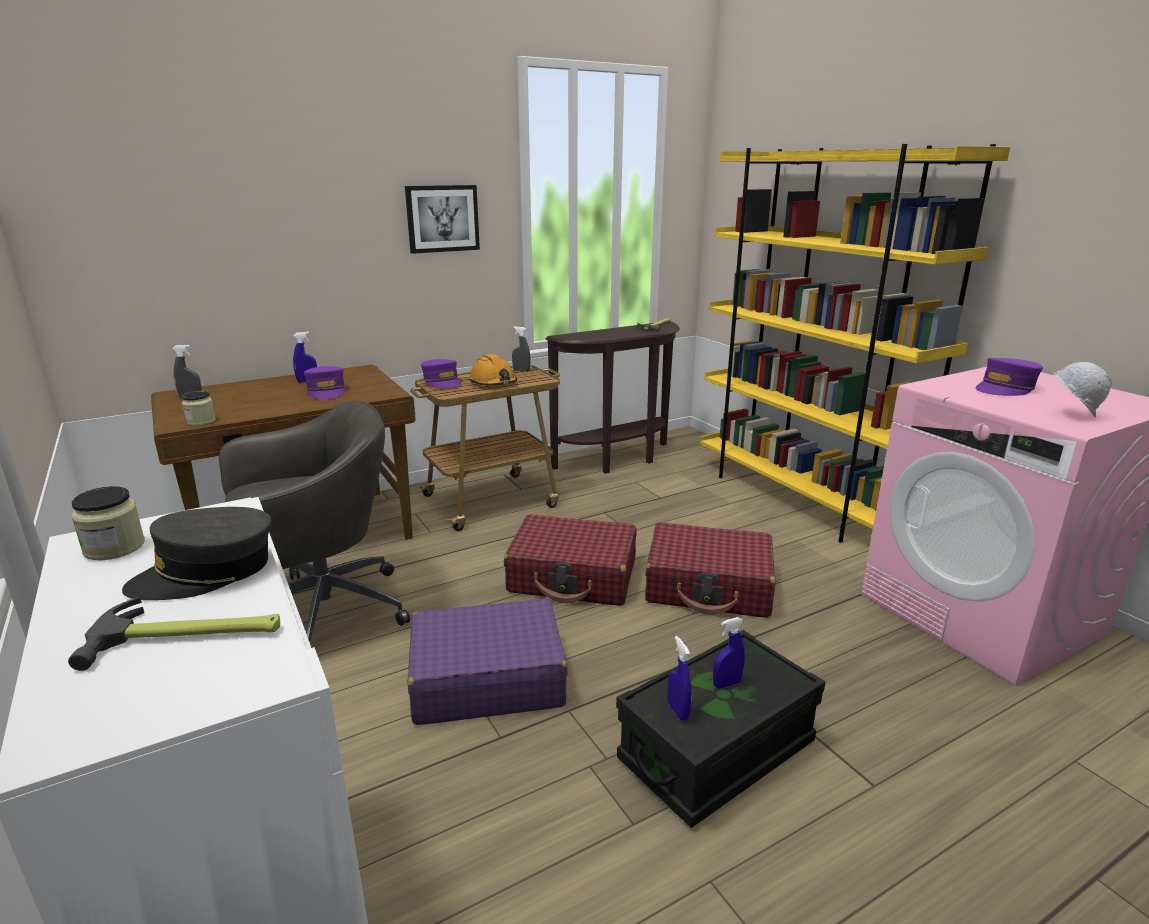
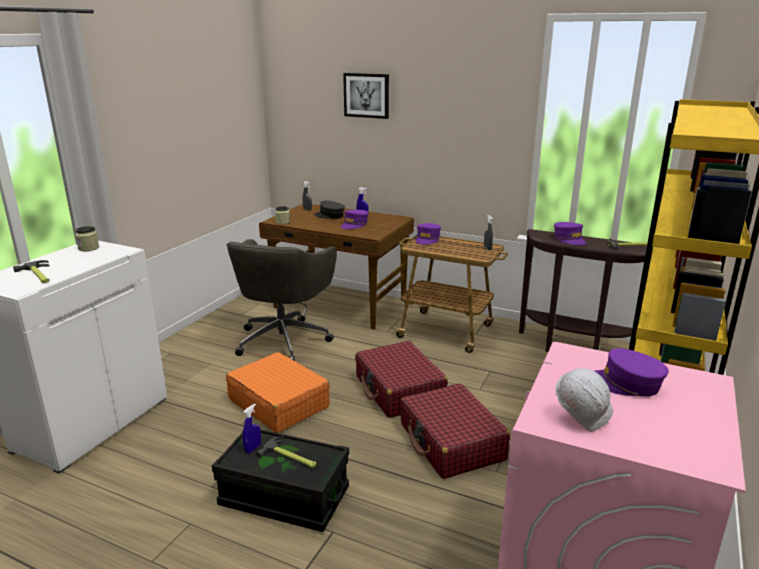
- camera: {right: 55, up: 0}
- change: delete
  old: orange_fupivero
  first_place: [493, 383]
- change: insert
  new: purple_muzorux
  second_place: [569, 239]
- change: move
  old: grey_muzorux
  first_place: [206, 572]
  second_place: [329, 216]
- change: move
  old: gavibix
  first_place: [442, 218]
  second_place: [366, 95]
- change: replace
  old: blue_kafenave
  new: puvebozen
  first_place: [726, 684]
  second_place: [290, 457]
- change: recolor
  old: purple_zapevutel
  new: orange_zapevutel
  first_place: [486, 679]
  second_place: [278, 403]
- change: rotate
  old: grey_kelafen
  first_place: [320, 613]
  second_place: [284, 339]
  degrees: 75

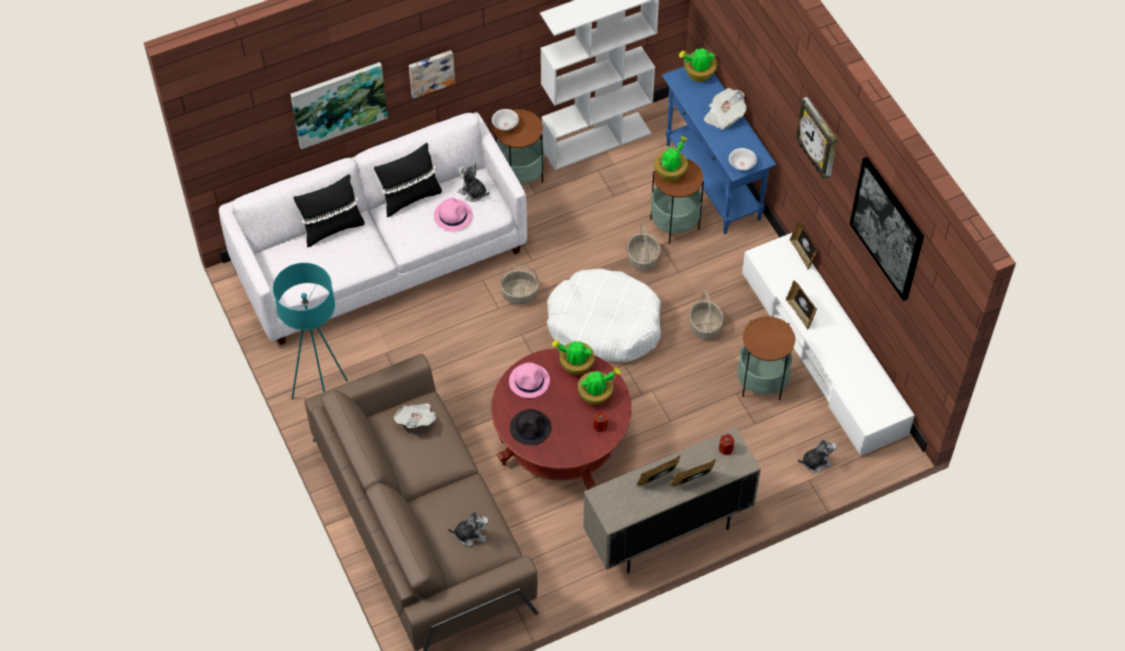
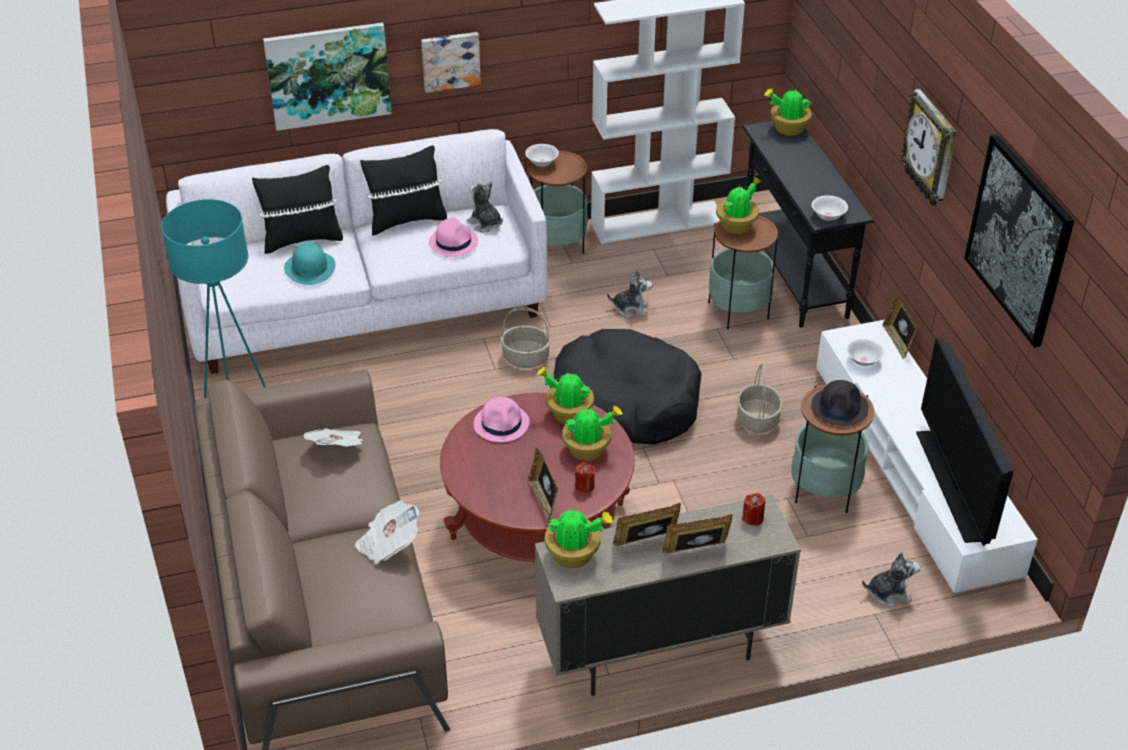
- camera: {right: 10, up: -15}
- change: delete
  old: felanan
  first_place: [643, 259]
- change: insert
  new: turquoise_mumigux
  second_place: [309, 267]
- change: insert
  new: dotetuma
  second_place: [574, 555]
- change: insert
  new: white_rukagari
  second_place: [863, 361]
- change: insert
  new: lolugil
  second_place: [953, 485]
- change: move
  old: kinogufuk
  first_place: [470, 534]
  second_place: [630, 308]
- change: move
  old: black_mumigux
  first_place: [530, 427]
  second_place: [840, 407]
- change: move
  old: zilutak
  first_place: [724, 116]
  second_place: [388, 544]
- change: move
  old: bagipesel
  first_place: [800, 313]
  second_place: [543, 500]
- change: recolor
  old: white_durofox
  new: black_durofox
  first_place: [604, 325]
  second_place: [626, 402]
- change: recolor
  old: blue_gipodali
  new: black_gipodali
  first_place: [712, 182]
  second_place: [793, 275]

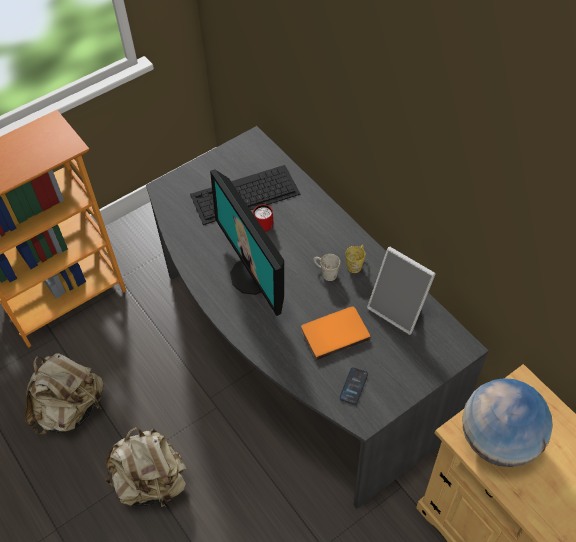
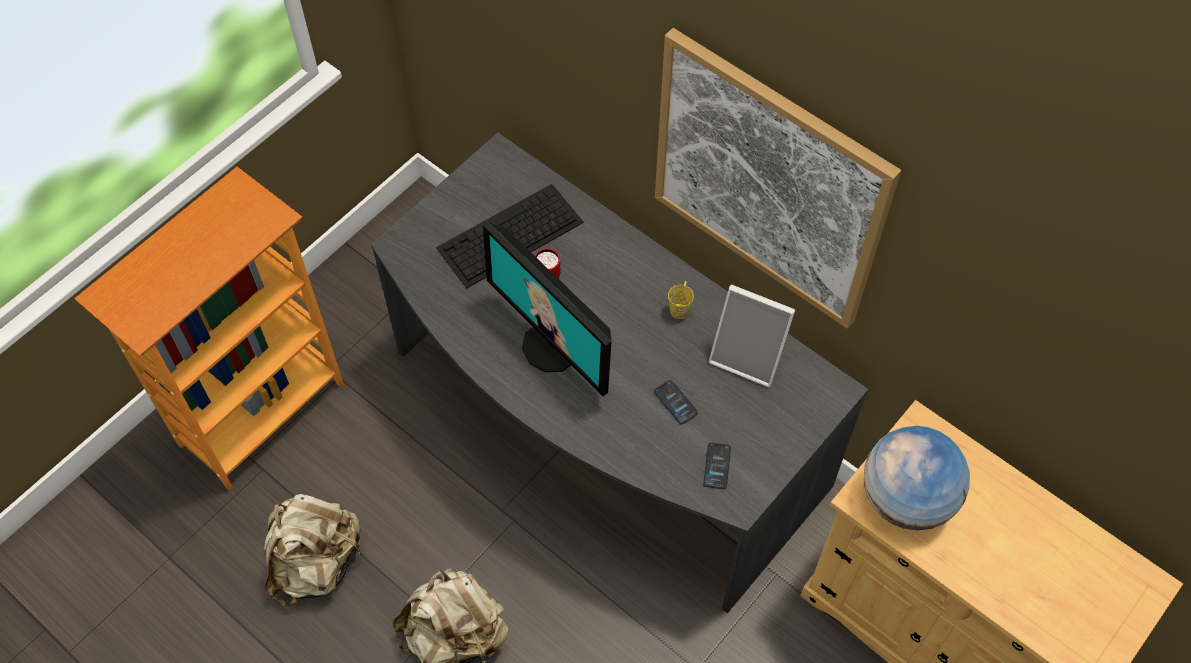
- camera: {right: -15, up: 5}
- change: delete
  old: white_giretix
  first_place: [325, 273]
- change: insert
  new: gavibix
  second_place: [768, 181]
- change: replace
  old: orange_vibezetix
  new: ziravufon
  first_place: [334, 332]
  second_place: [675, 402]

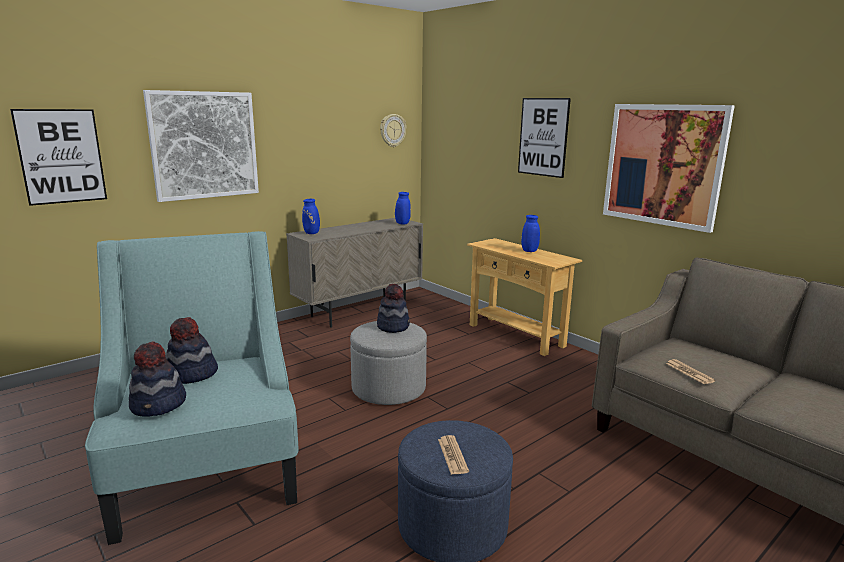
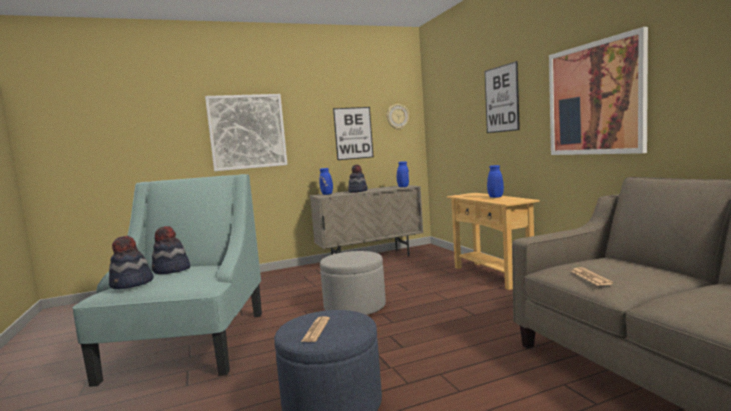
- camera: {right: 20, up: -10}
- change: move
  old: gavibix
  first_place: [61, 156]
  second_place: [353, 133]
- change: move
  old: mumigux
  first_place: [393, 326]
  second_place: [358, 191]

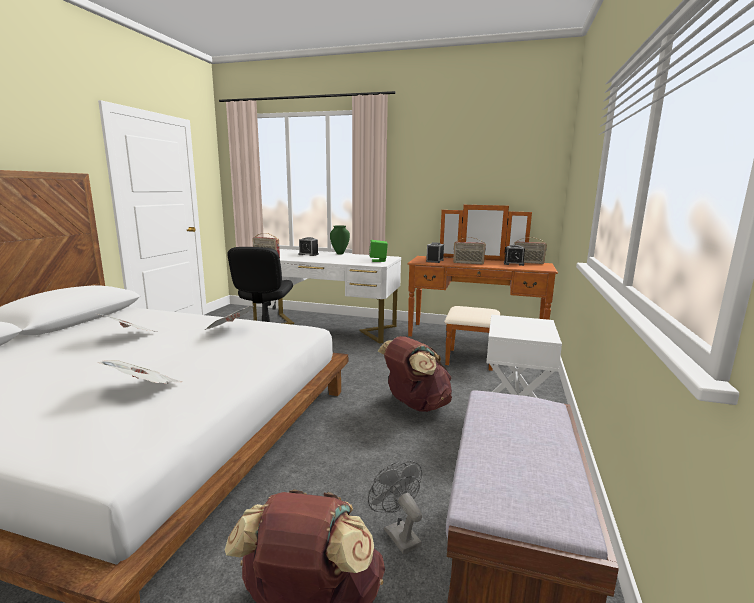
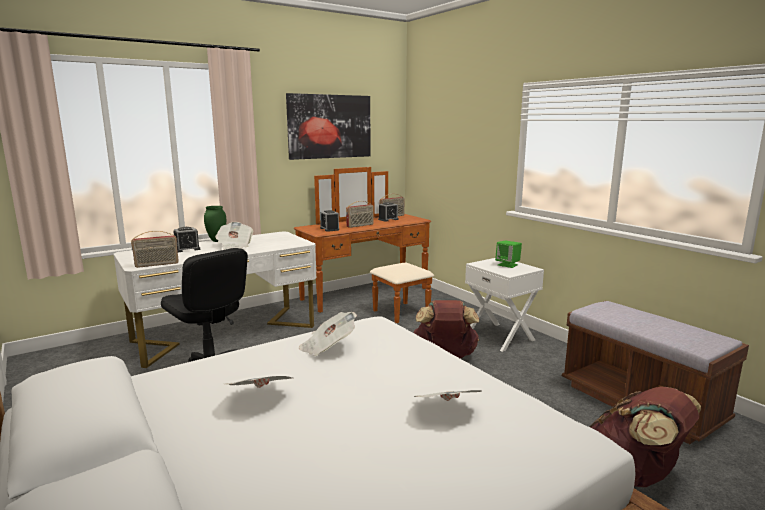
- camera: {right: -50, up: 0}
- change: delete
  old: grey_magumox
  first_place: [398, 534]
- change: insert
  new: zilutak
  second_place: [234, 246]
- change: insert
  new: gavibix
  second_place: [329, 126]
- change: move
  old: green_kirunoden
  first_place: [378, 260]
  second_place: [508, 265]

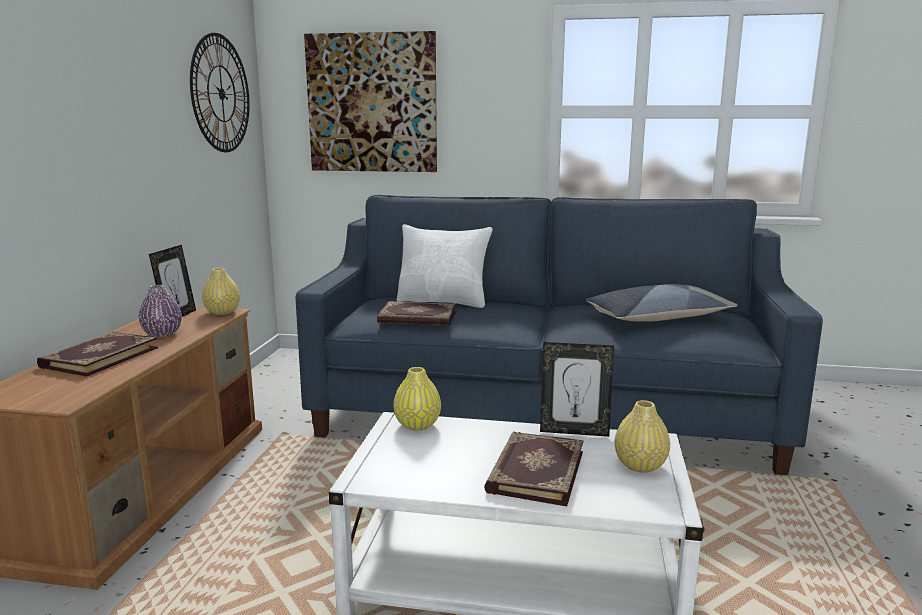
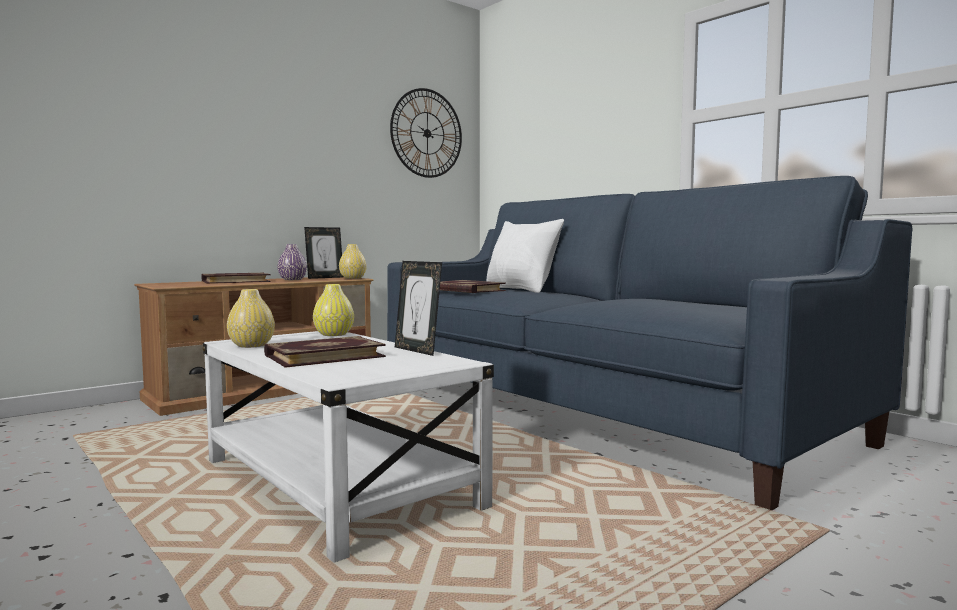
- camera: {right: 40, up: -10}
- change: delete
  old: gavibix
  first_place: [372, 103]
- change: delete
  old: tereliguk
  first_place: [658, 318]
- change: move
  old: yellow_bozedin
  first_place: [640, 465]
  second_place: [251, 345]

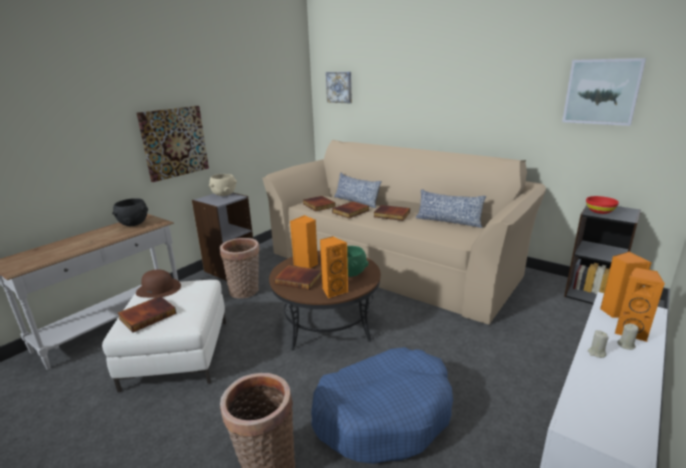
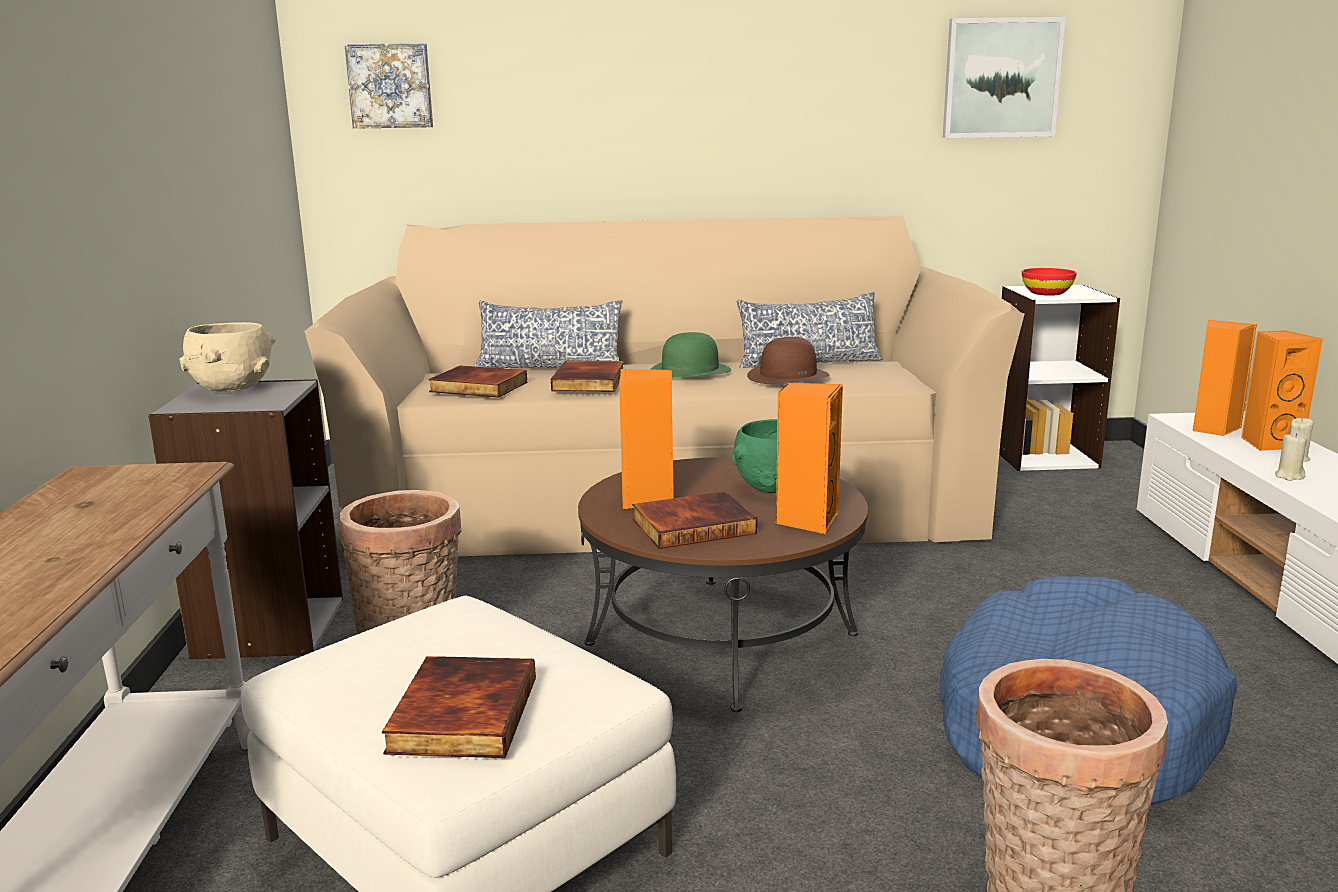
- camera: {right: -40, up: -5}
- change: delete
  old: black_rukagari
  first_place: [134, 224]
- change: delete
  old: gavibix
  first_place: [174, 142]
- change: move
  old: brown_mumigux
  first_place: [159, 289]
  second_place: [788, 375]
- change: replace
  old: vibezetix
  new: green_mumigux
  first_place: [391, 215]
  second_place: [690, 370]
- change: recolor
  old: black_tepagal
  new: white_tepagal
  first_place: [592, 293]
  second_place: [1043, 456]

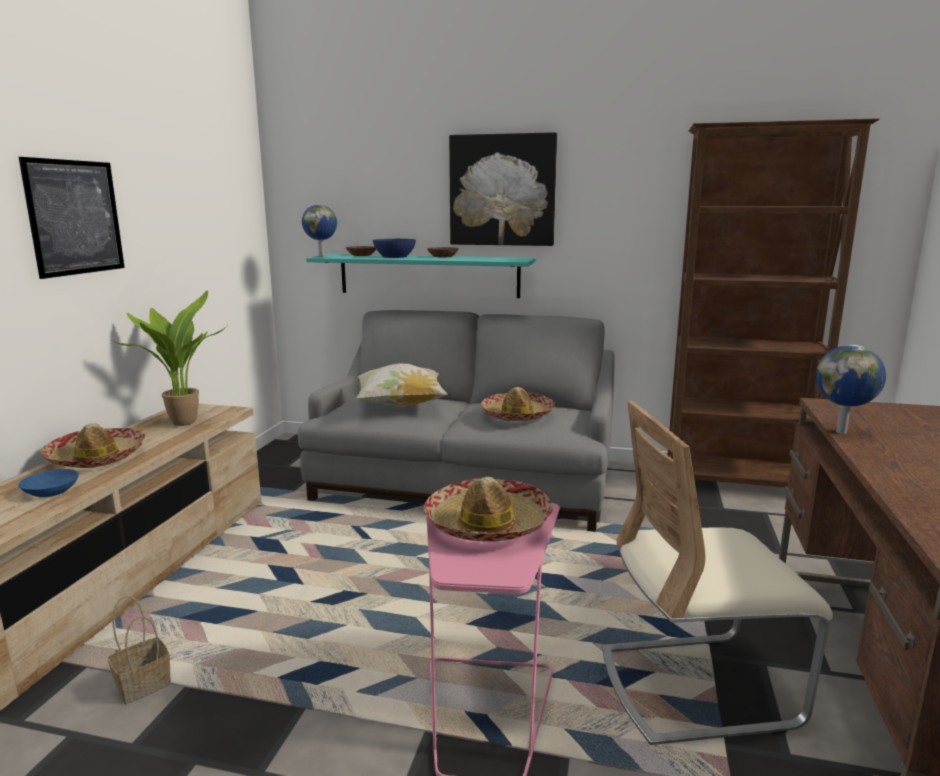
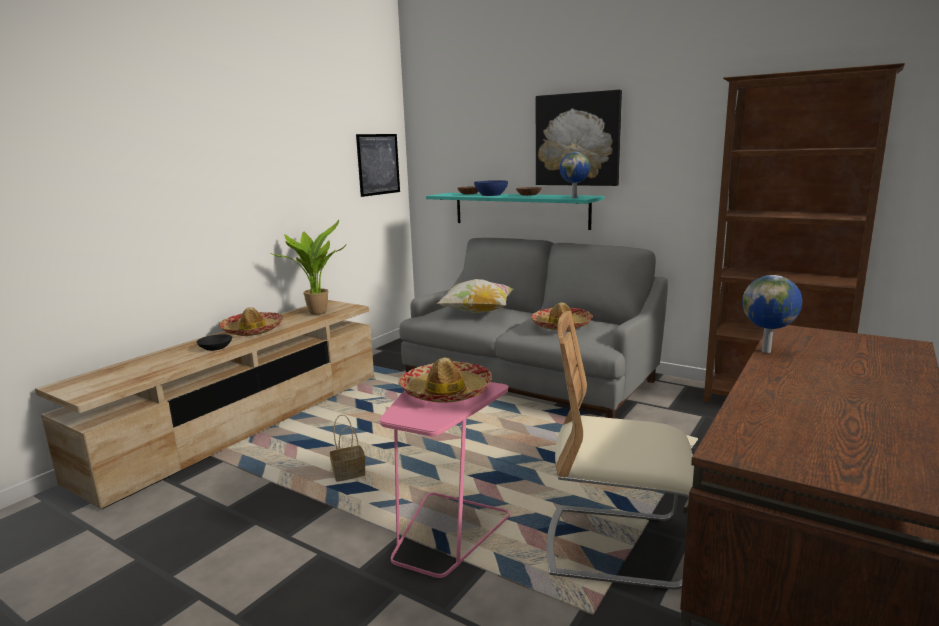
- camera: {right: 20, up: 0}
- change: move
  old: gavibix
  first_place: [75, 217]
  second_place: [378, 164]
- change: move
  old: felanan
  first_place: [144, 684]
  second_place: [350, 474]
- change: move
  old: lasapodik
  first_place: [322, 256]
  second_place: [574, 197]
- change: recolor
  old: blue_rukagari
  new: black_rukagari
  first_place: [49, 491]
  second_place: [215, 347]

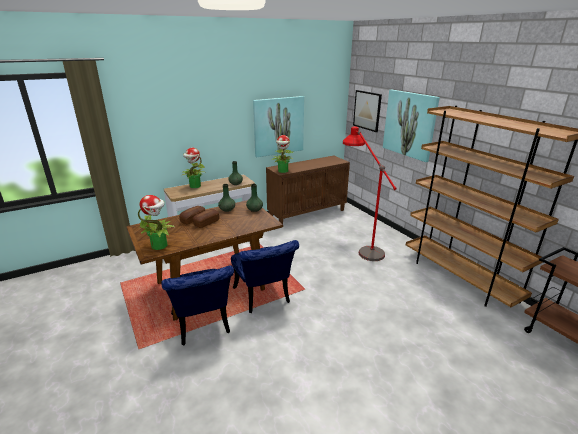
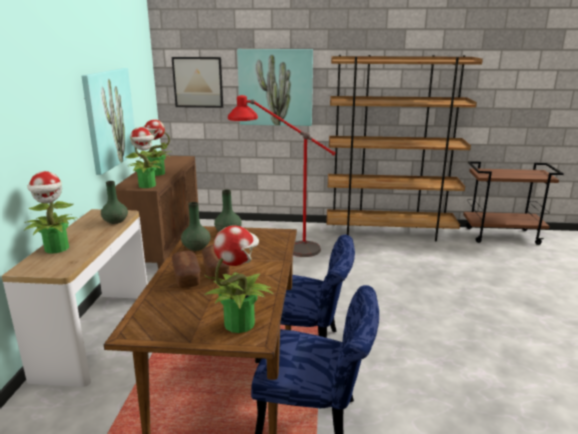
- camera: {right: -55, up: -5}
- change: insert
  new: dotetuma
  second_place: [156, 173]

